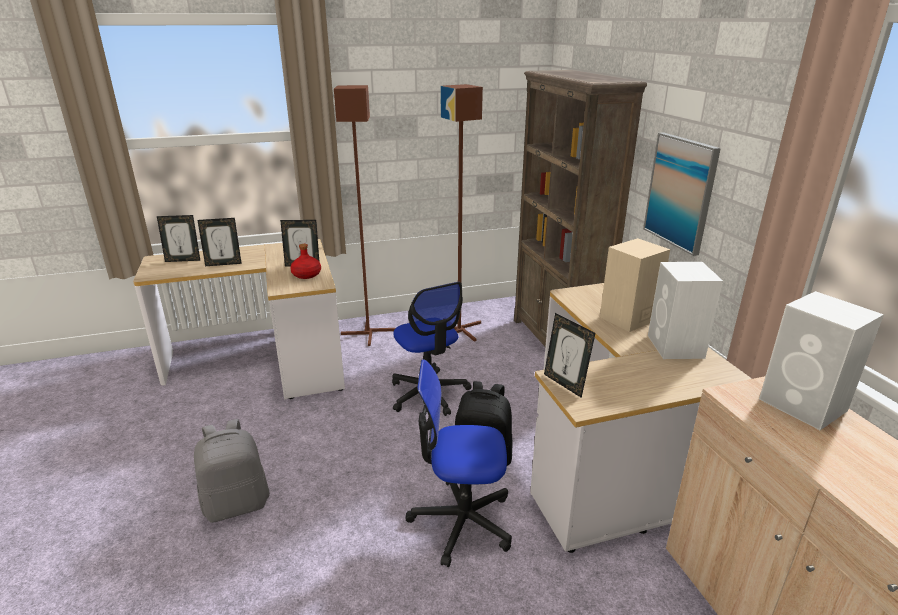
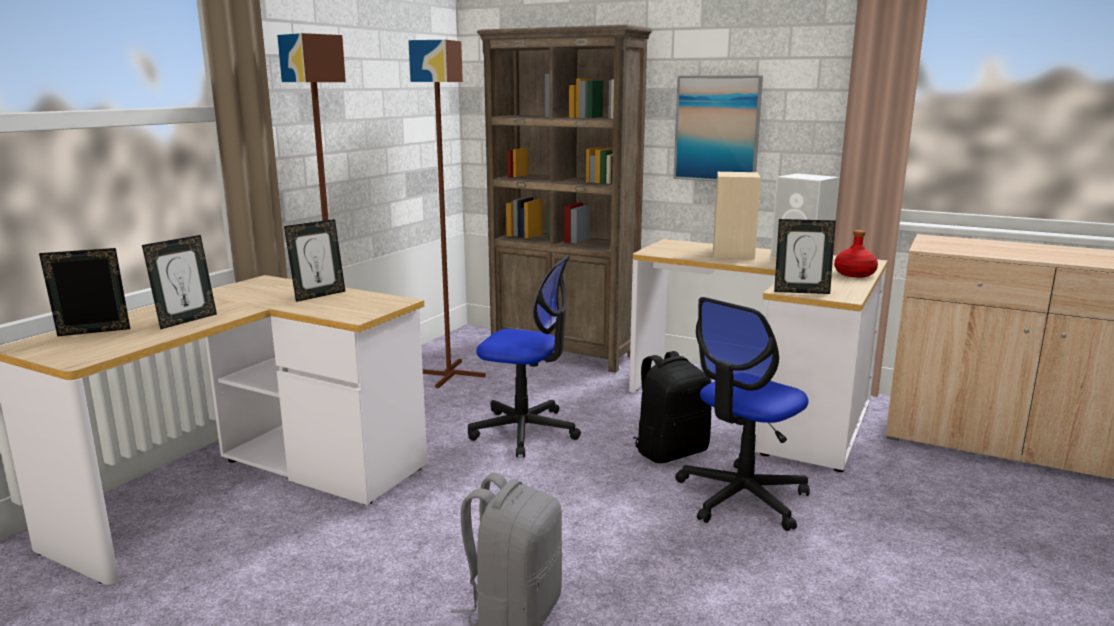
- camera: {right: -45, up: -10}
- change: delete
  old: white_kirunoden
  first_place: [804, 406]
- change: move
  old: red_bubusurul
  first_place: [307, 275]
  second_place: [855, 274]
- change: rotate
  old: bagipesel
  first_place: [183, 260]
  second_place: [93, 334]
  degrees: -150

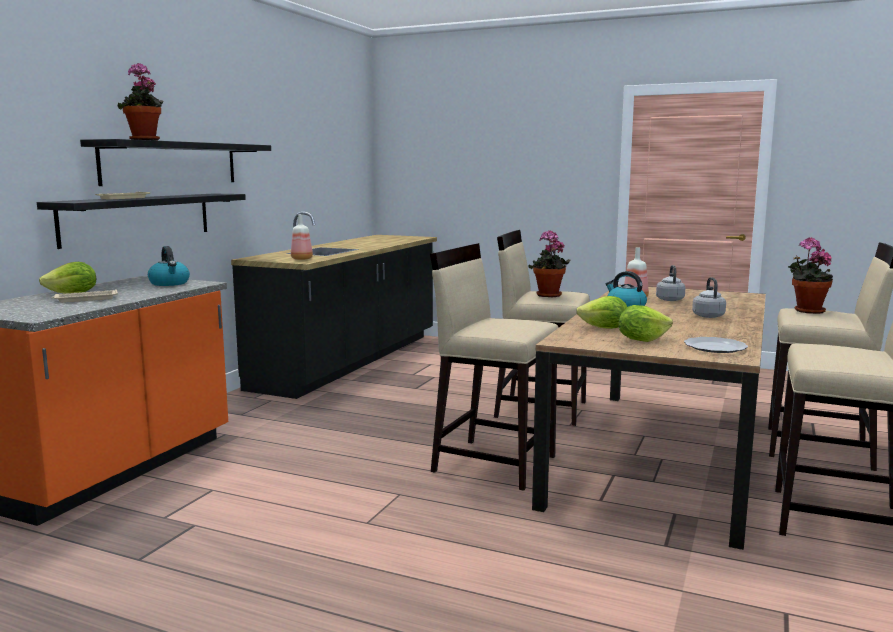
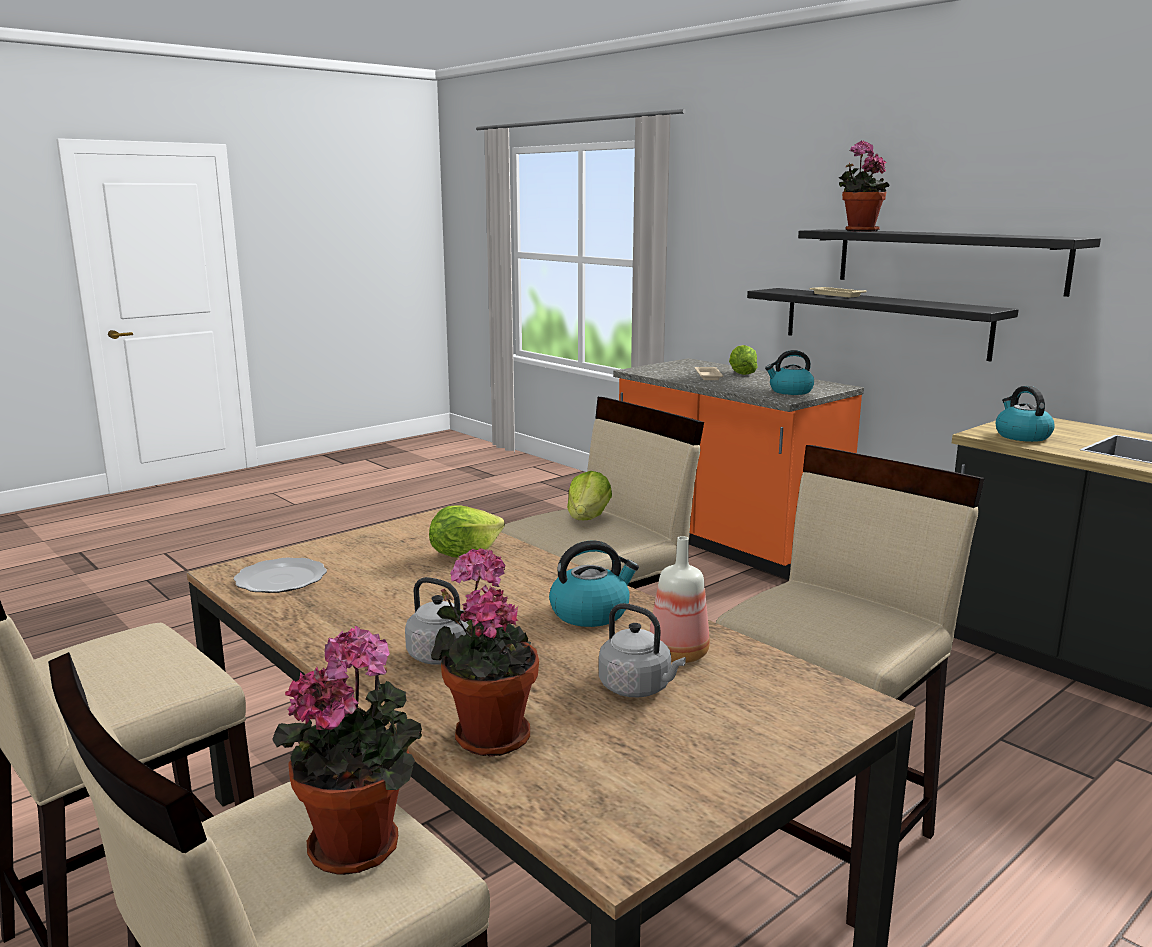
- camera: {right: 115, up: 5}
- change: move
  old: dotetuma
  first_place: [548, 296]
  second_place: [487, 734]
- change: move
  old: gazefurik
  first_place: [641, 340]
  second_place: [588, 518]
- change: replace
  old: bubusurul
  new: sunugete
  first_place: [302, 259]
  second_place: [1021, 436]

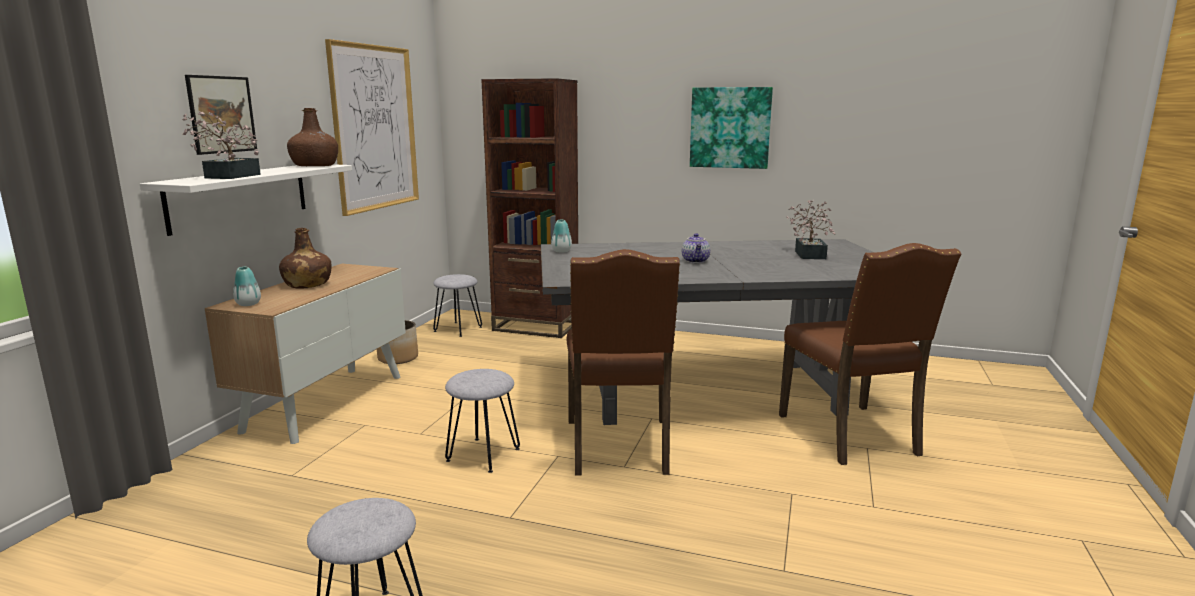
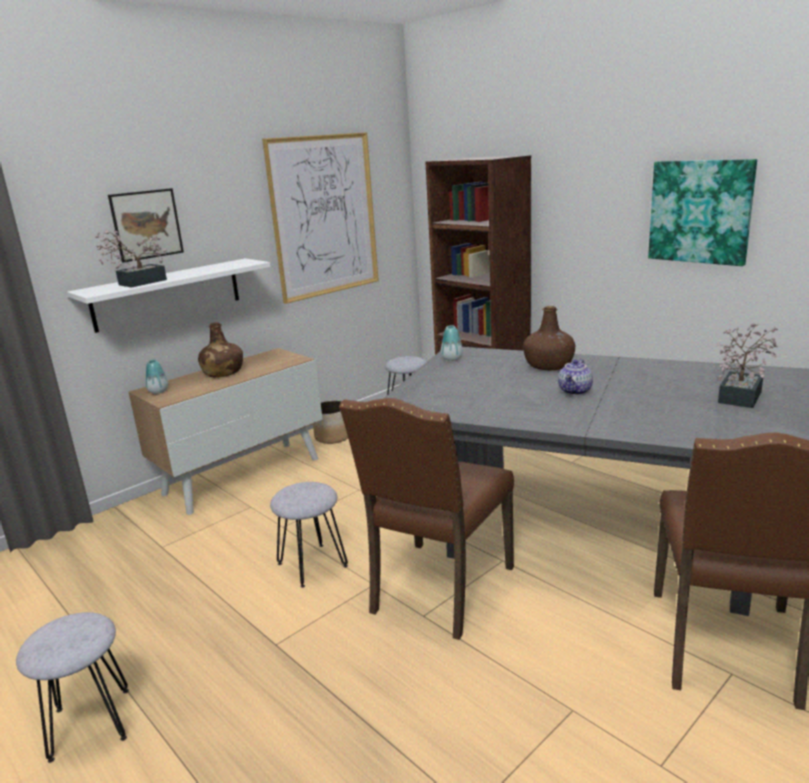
- camera: {right: 30, up: 5}
- change: move
  old: brown_bubusurul
  first_place: [315, 166]
  second_place: [549, 365]

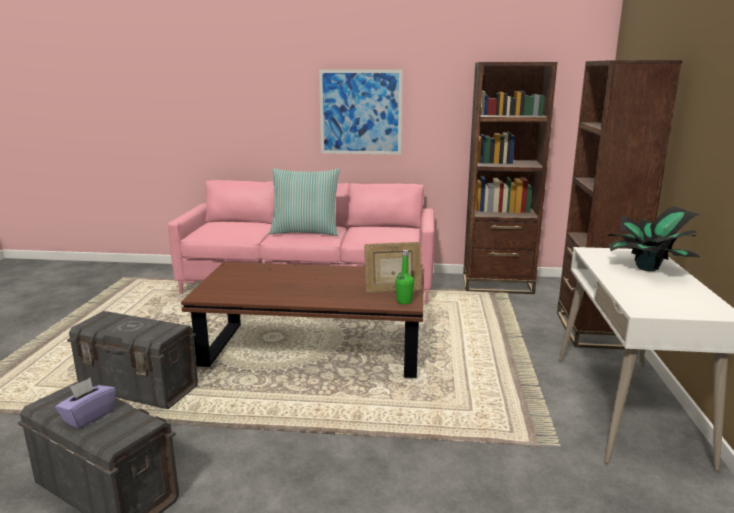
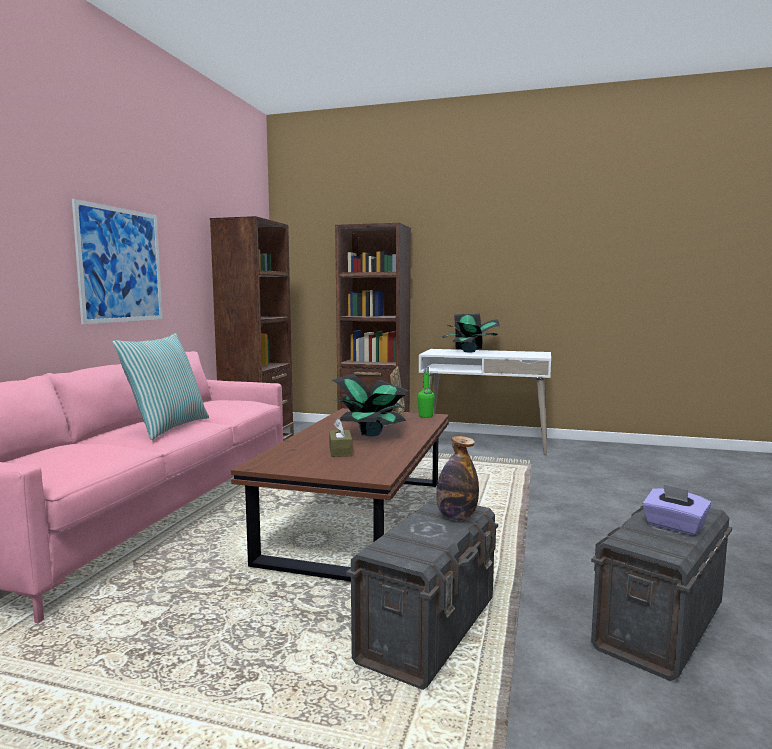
- camera: {right: -80, up: -10}
- change: insert
  new: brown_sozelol
  second_place: [340, 451]
- change: insert
  new: dotetuma
  second_place: [372, 434]
- change: insert
  new: bubusurul
  second_place: [456, 517]

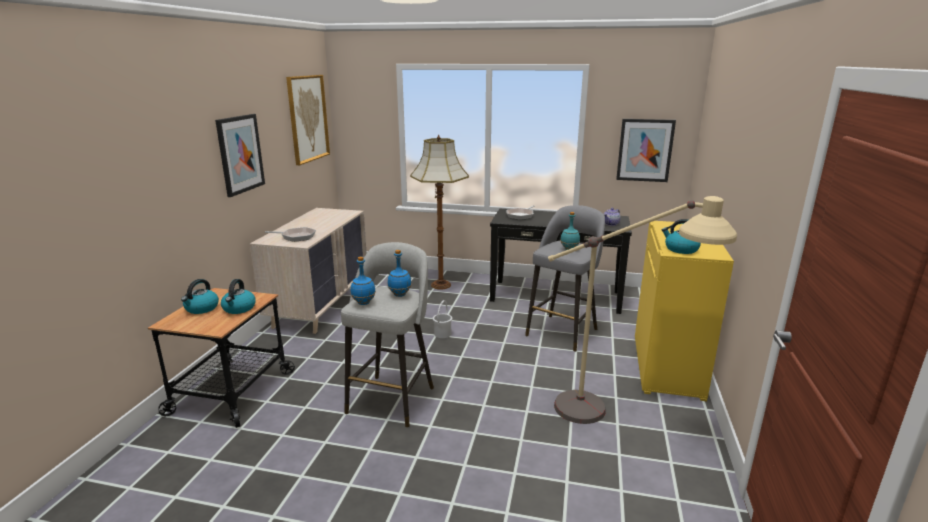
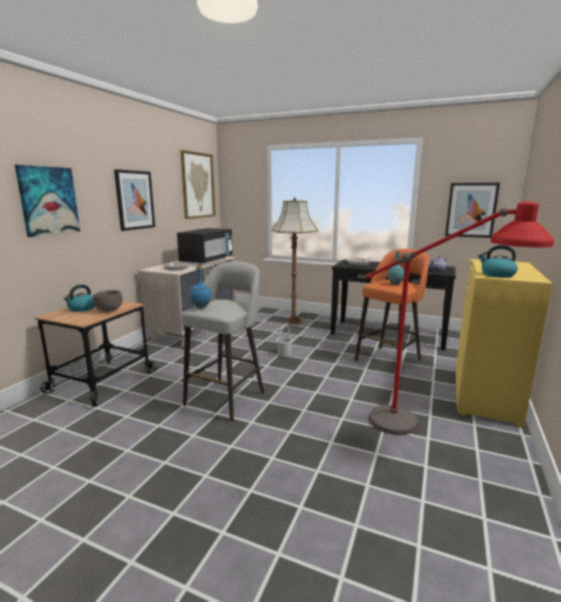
- camera: {right: 10, up: -5}
- change: delete
  old: blue_bubusurul
  first_place: [399, 295]
- change: insert
  new: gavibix
  second_place: [48, 201]
- change: insert
  new: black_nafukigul
  second_place: [207, 261]
- change: replace
  old: sunugete
  new: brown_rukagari
  first_place: [239, 308]
  second_place: [109, 310]
- change: recolor
  old: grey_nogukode
  new: orange_nogukode
  first_place: [563, 331]
  second_place: [389, 359]
- change: recolor
  old: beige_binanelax
  new: red_binanelax
  first_place: [615, 419]
  second_place: [426, 434]

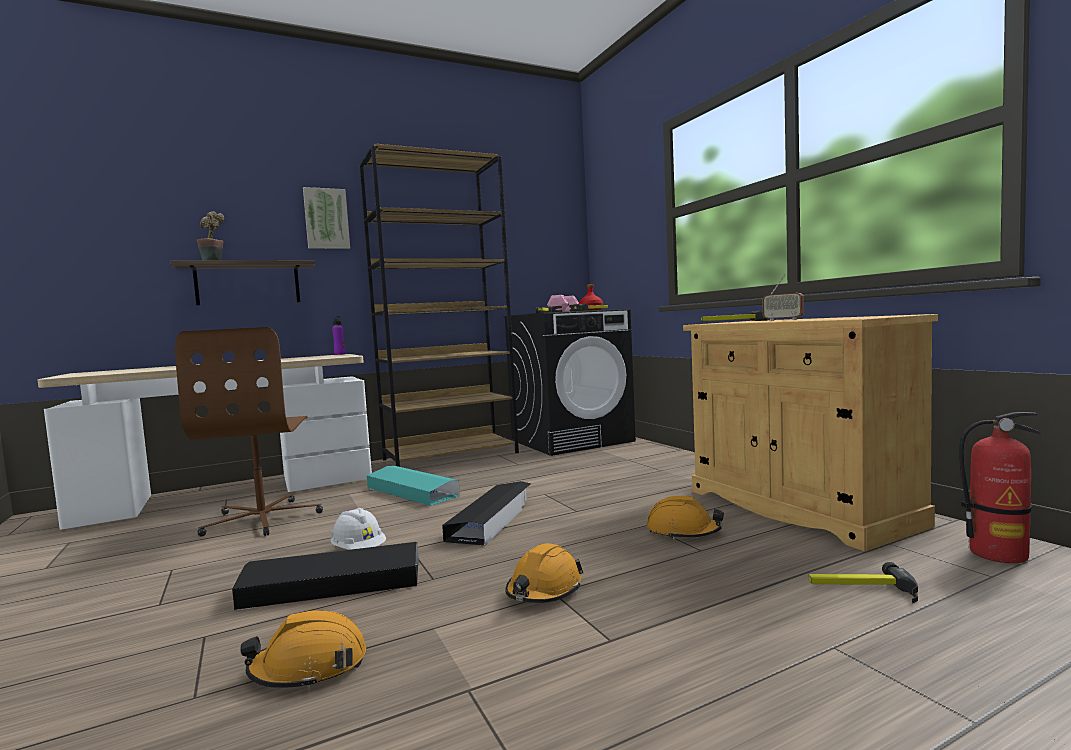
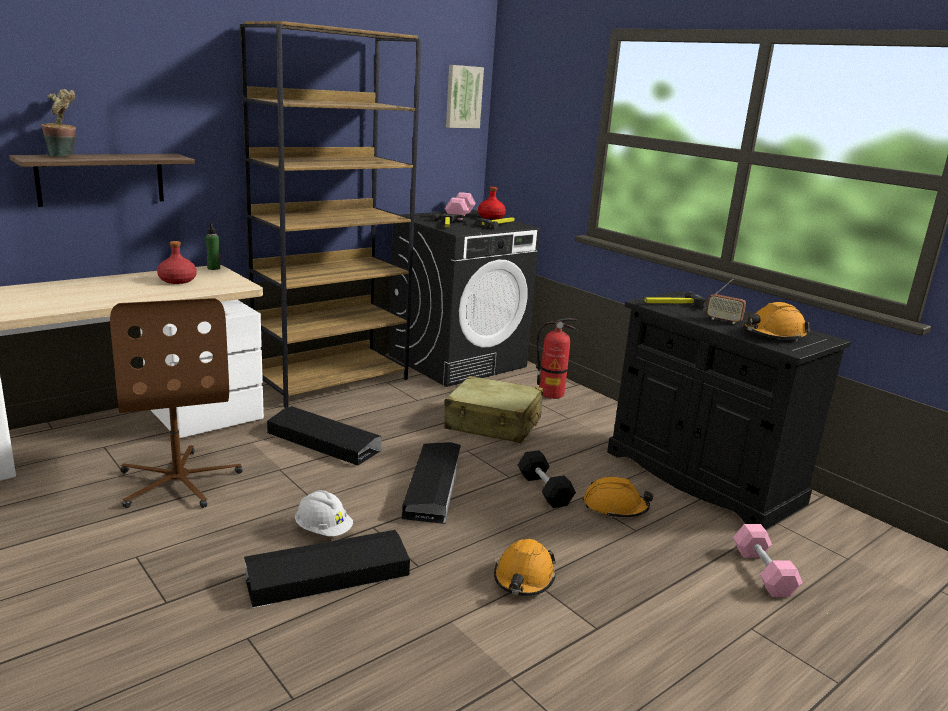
- camera: {right: -15, up: 15}
- change: insert
  new: red_bubusurul
  second_place: [177, 280]
- change: insert
  new: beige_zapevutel
  second_place: [493, 424]
- change: insert
  new: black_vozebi
  second_place: [544, 490]
- change: move
  old: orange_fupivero
  first_place: [309, 667]
  second_place: [773, 335]
- change: move
  old: gavibix
  first_place: [326, 219]
  second_place: [463, 97]
- change: move
  old: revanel
  first_place: [998, 554]
  second_place: [551, 394]
- change: replace
  old: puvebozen
  new: pink_vozebi
  first_place: [861, 588]
  second_place: [763, 572]
- change: recolor
  old: purple_bubusurul
  new: green_bubusurul
  first_place: [339, 354]
  second_place: [213, 268]
- change: recolor
  old: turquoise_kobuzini
  new: black_kobuzini
  first_place: [411, 492]
  second_place: [323, 442]
- change: recolor
  old: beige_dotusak
  new: black_dotusak
  first_place: [798, 507]
  second_place: [702, 477]

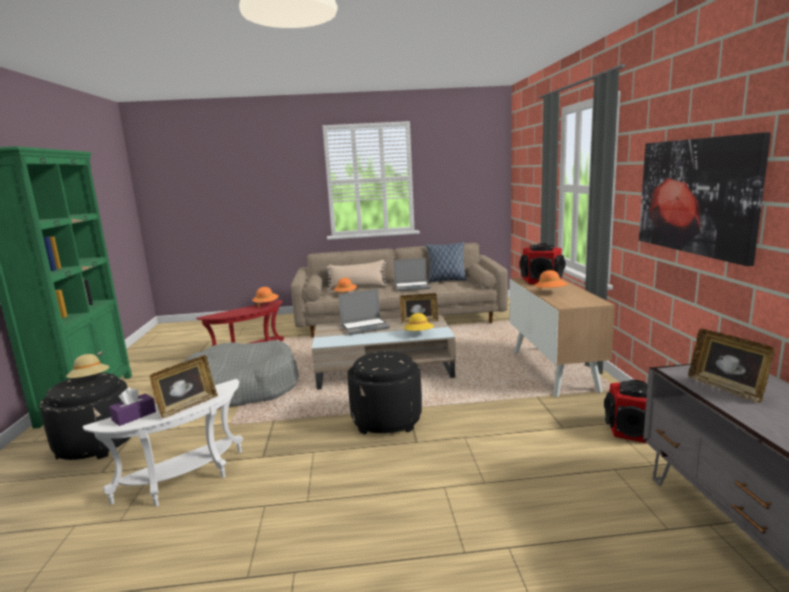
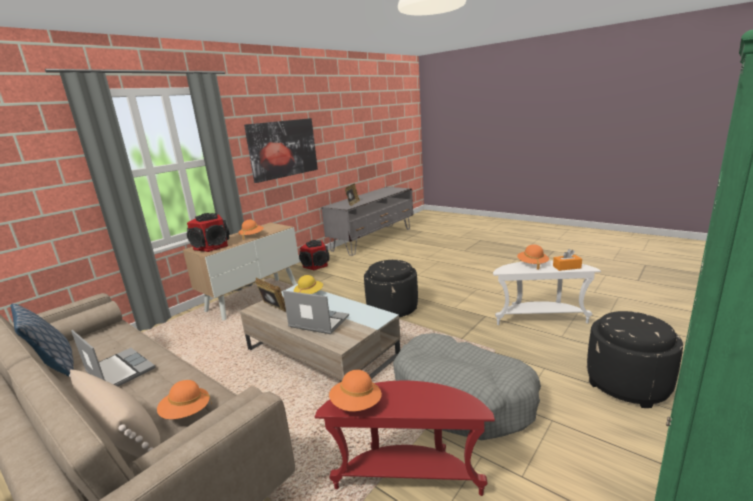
- camera: {right: -135, up: 5}
- change: delete
  old: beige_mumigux
  first_place: [90, 380]
- change: replace
  old: bagipesel
  new: orange_mumigux
  first_place: [187, 406]
  second_place: [532, 264]
- change: recolor
  old: purple_sozelol
  new: orange_sozelol
  first_place: [134, 416]
  second_place: [566, 267]

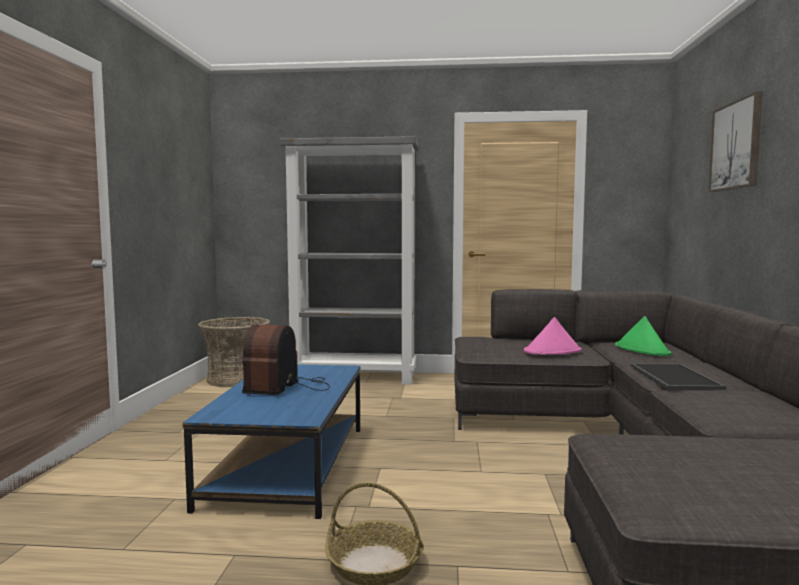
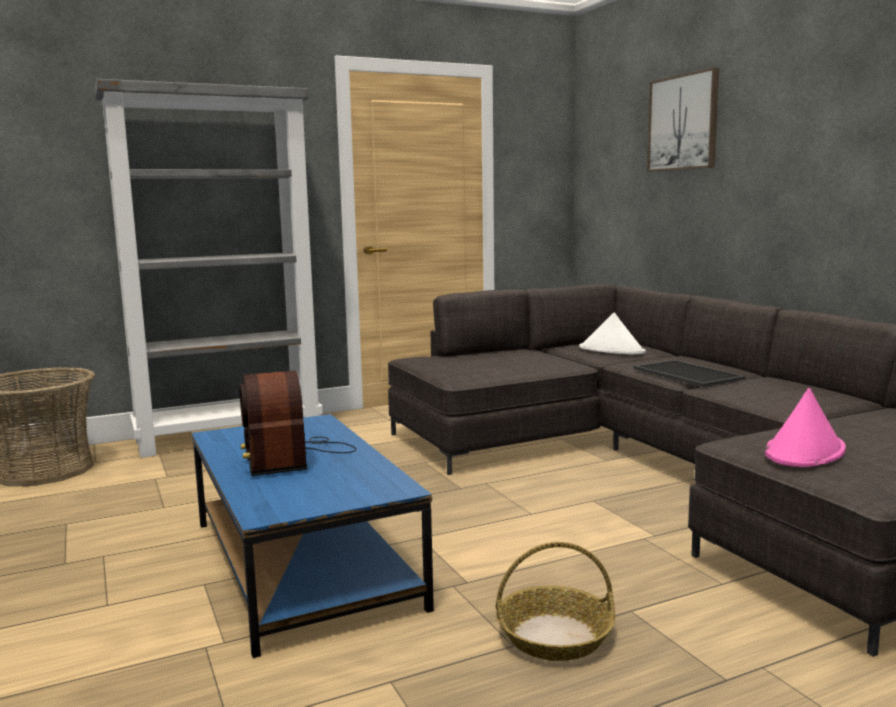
- camera: {right: -30, up: 5}
- change: move
  old: pink_mumigux
  first_place: [552, 351]
  second_place: [804, 452]
- change: recolor
  old: green_mumigux
  new: white_mumigux
  first_place: [642, 350]
  second_place: [612, 350]

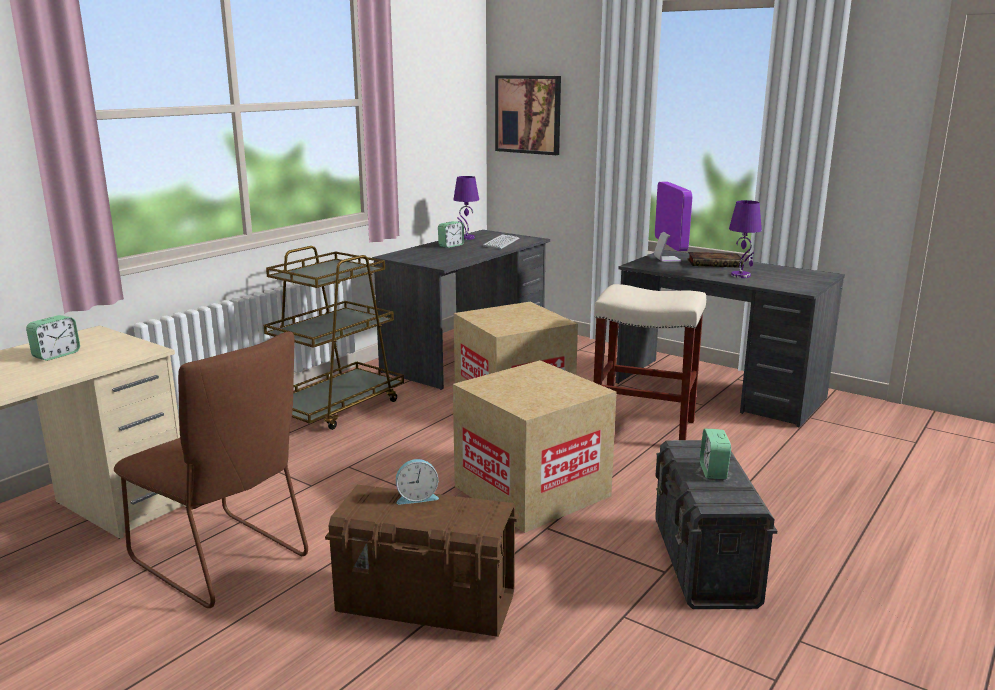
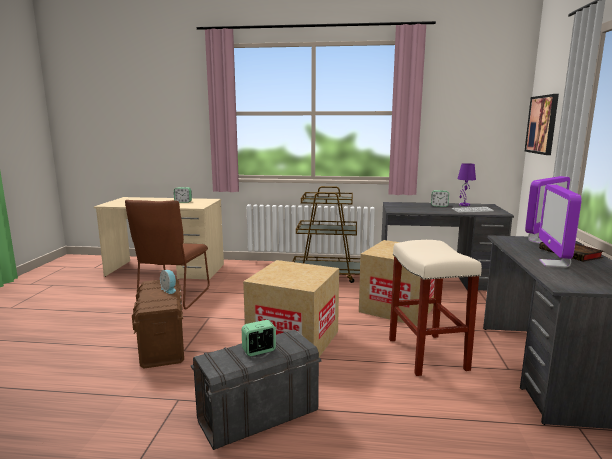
- camera: {right: 60, up: -5}
- change: replace
  old: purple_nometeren
  new: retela
  first_place: [741, 275]
  second_place: [554, 264]

